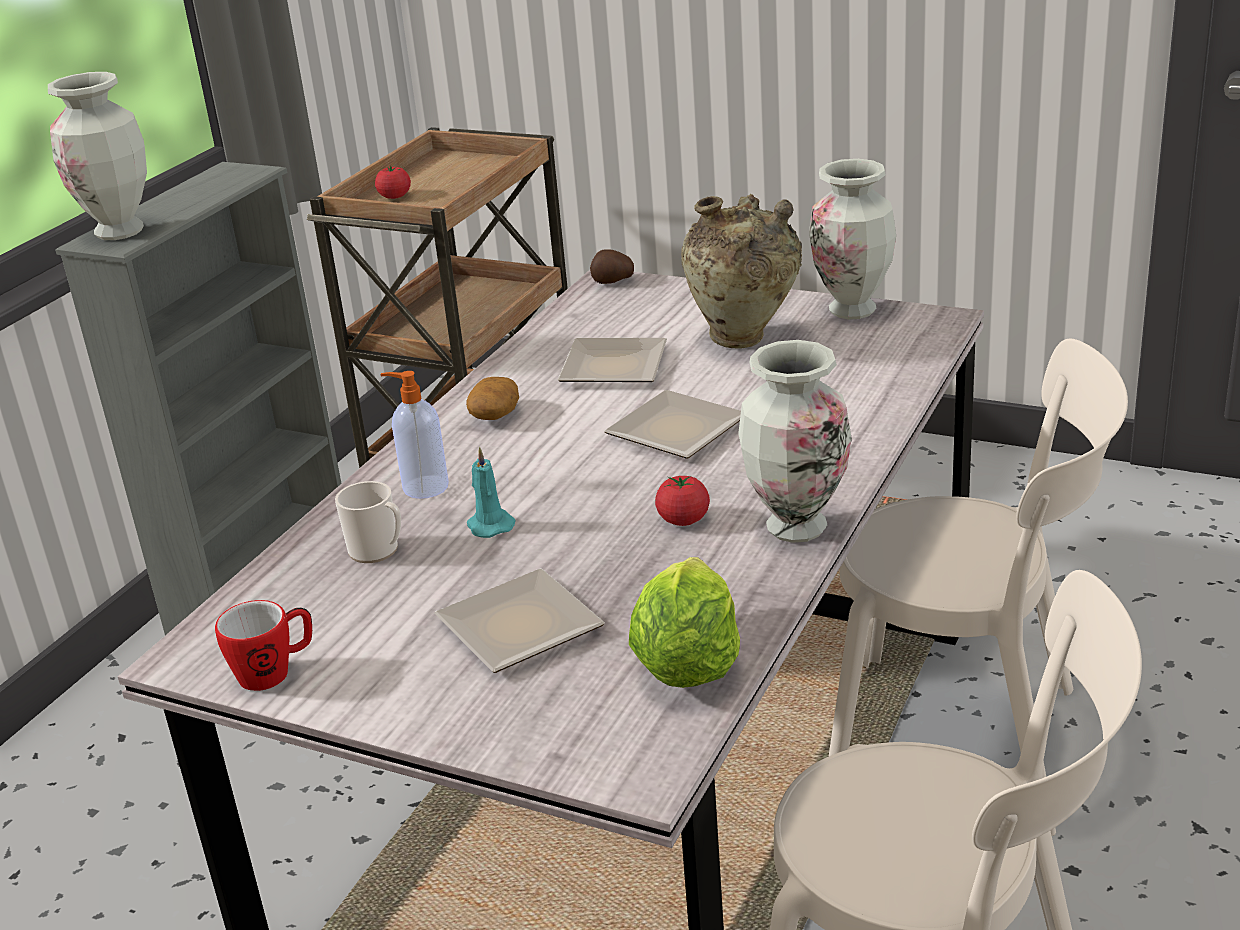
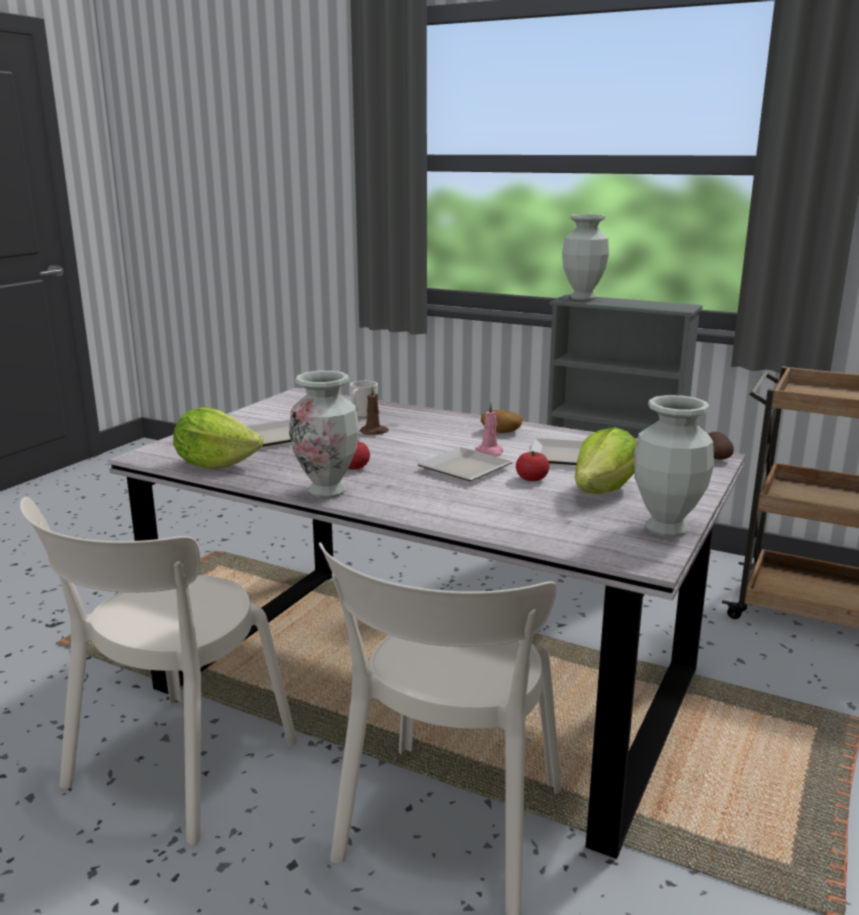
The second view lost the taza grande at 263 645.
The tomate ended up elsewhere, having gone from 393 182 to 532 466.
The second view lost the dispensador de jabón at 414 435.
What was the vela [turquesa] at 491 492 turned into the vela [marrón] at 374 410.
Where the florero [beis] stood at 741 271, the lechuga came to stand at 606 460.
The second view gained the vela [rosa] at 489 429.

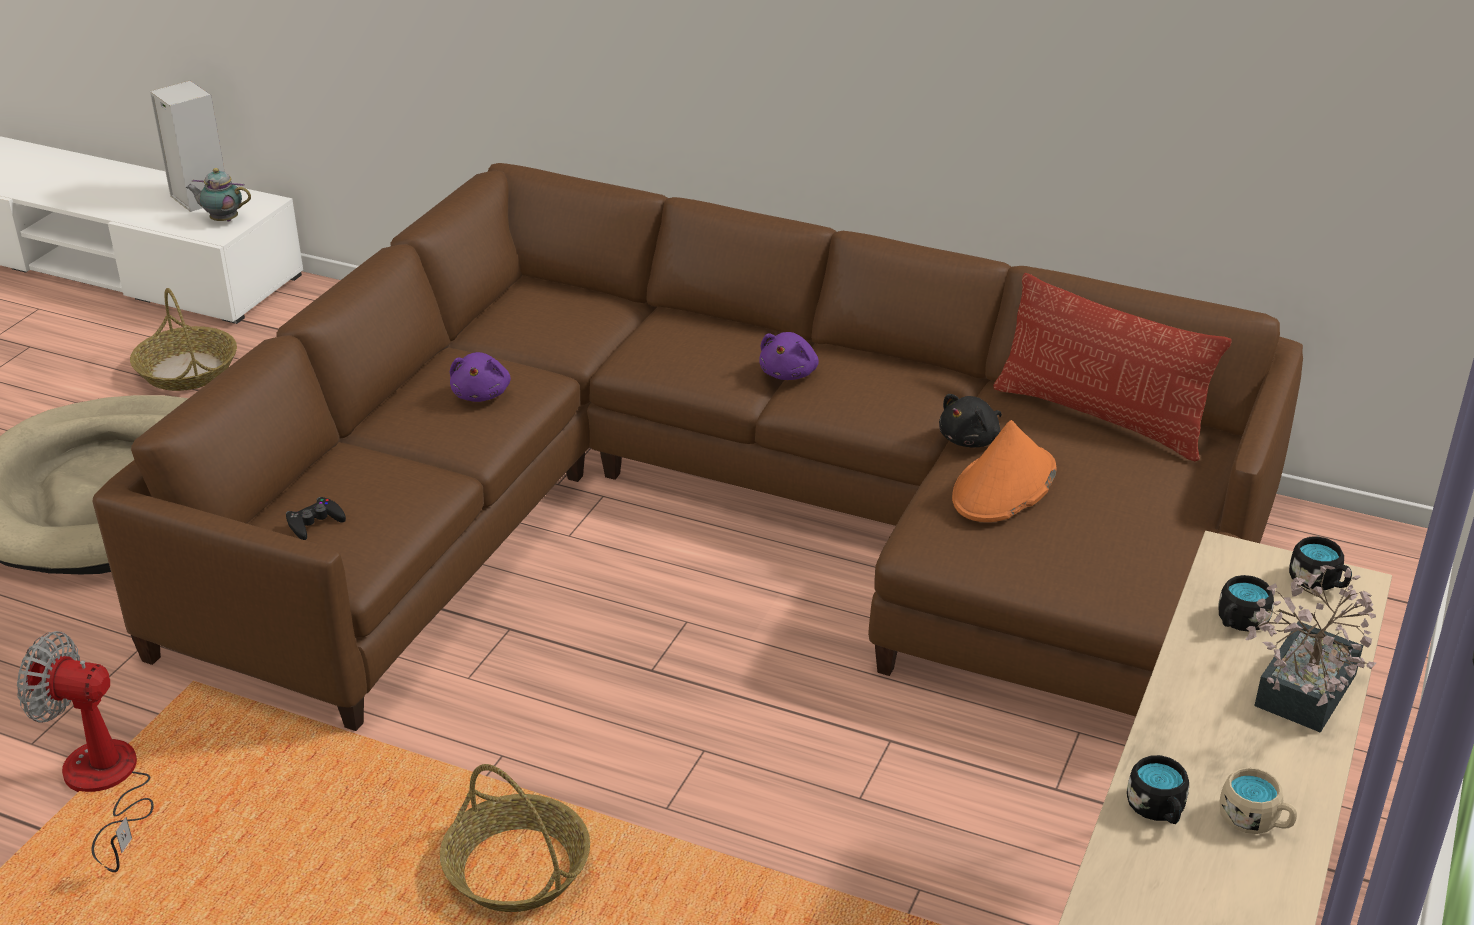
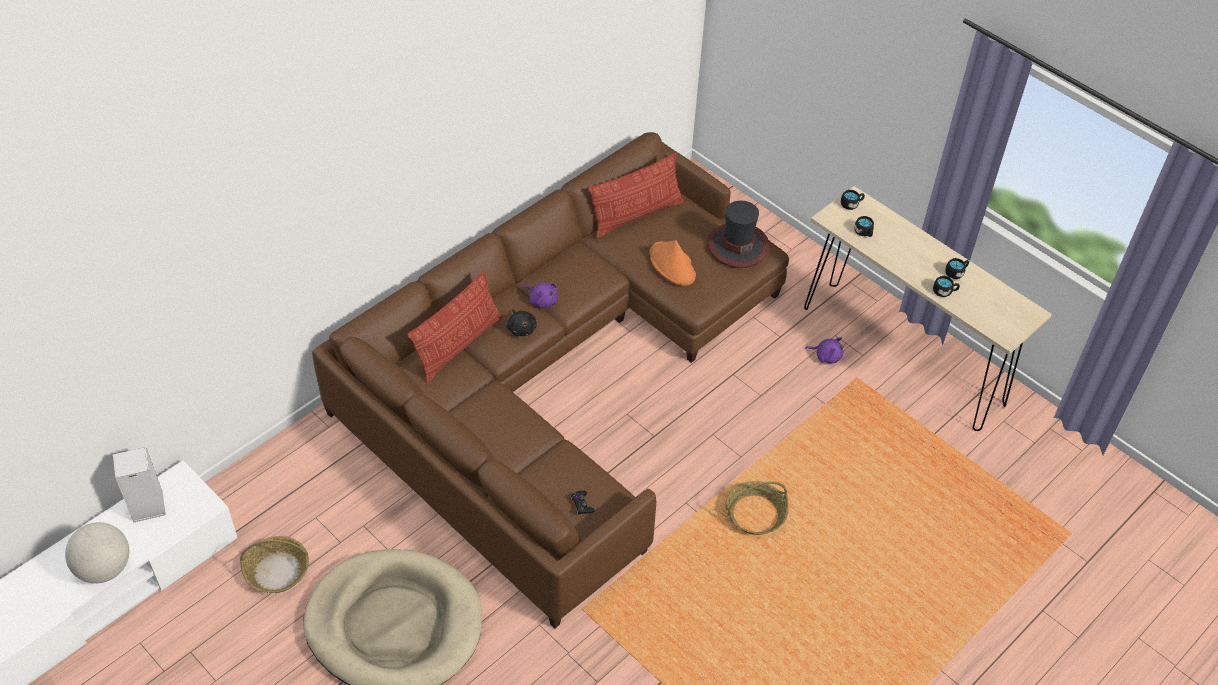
The second view lost the ventilador at 85 751.
The second view lost the tetera at 218 195.
The peluche [morado] ended up elsewhere, having gone from 480 377 to 825 350.
The peluche [negro] ended up elsewhere, having gone from 970 421 to 522 322.
What was the taza grande [beis] at 1258 800 turned into the taza grande [negro] at 957 268.
The second view lost the planta en maceta at 1311 649.
The second view gained the globo terráqueo at 97 552.
The second view gained the cojín at 455 327.
The second view gained the sombrero at 738 234.

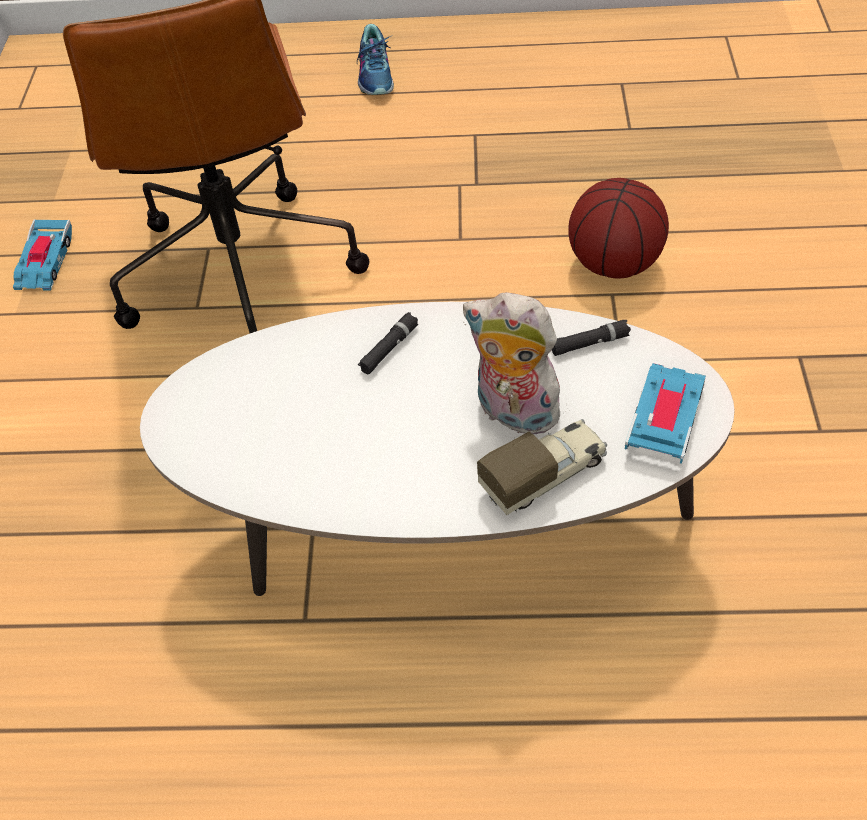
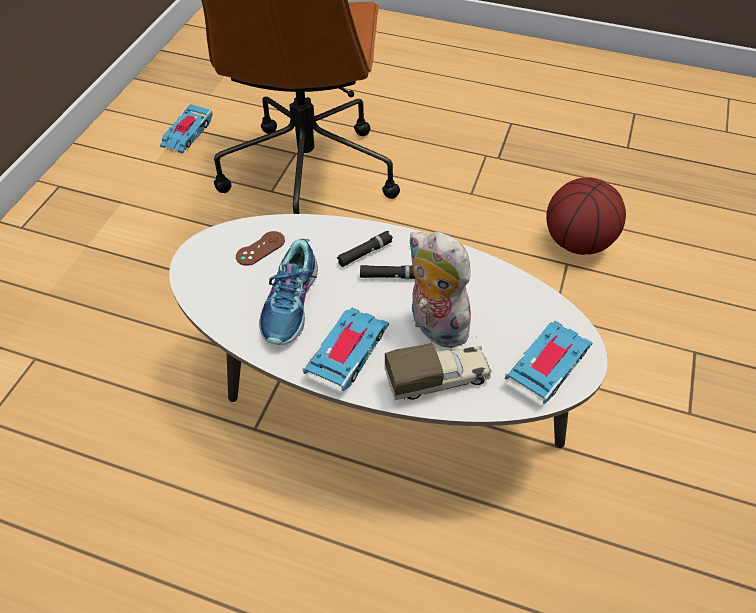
The zapato ended up elsewhere, having gone from 375 59 to 288 291.
The linterna [negro] ended up elsewhere, having gone from 591 338 to 387 272.
The second view gained the mando de consola [marrón] at 260 248.
The second view gained the coche de juguete at 346 349.

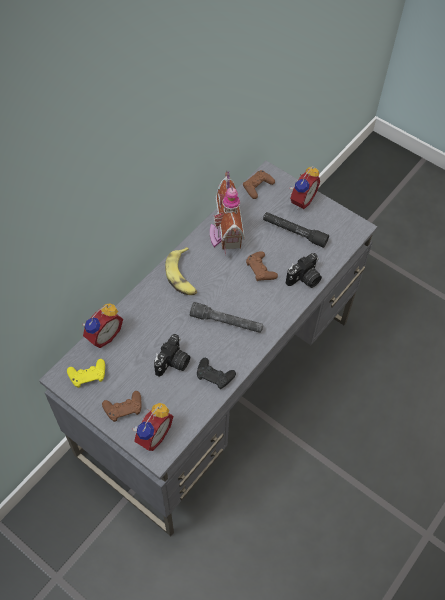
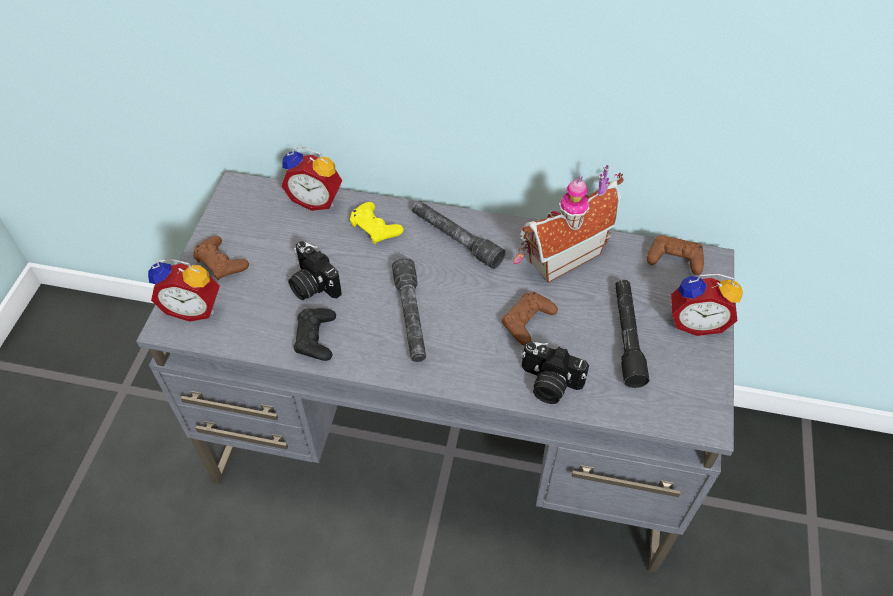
The mando de consola [amarillo] ended up elsewhere, having gone from 86 373 to 377 223.
The cámara at 172 355 ended up facing another way, 45 degrees clockwise from before.
Where the plátano stood at 181 271, the linterna [gris] came to stand at 459 235.

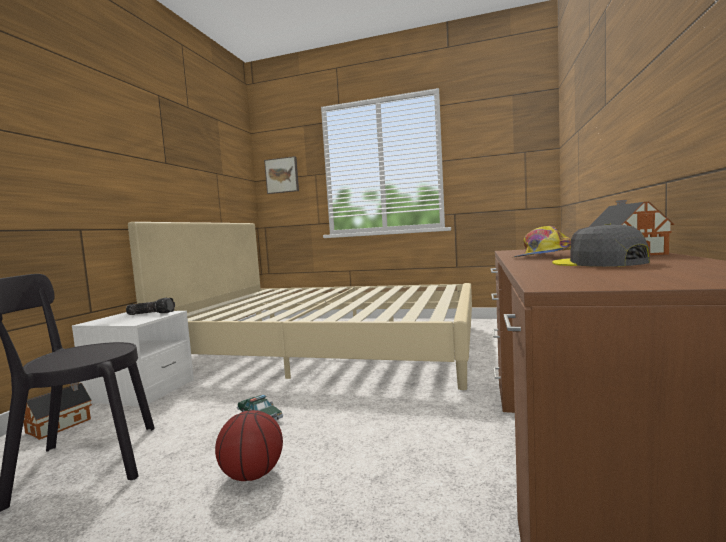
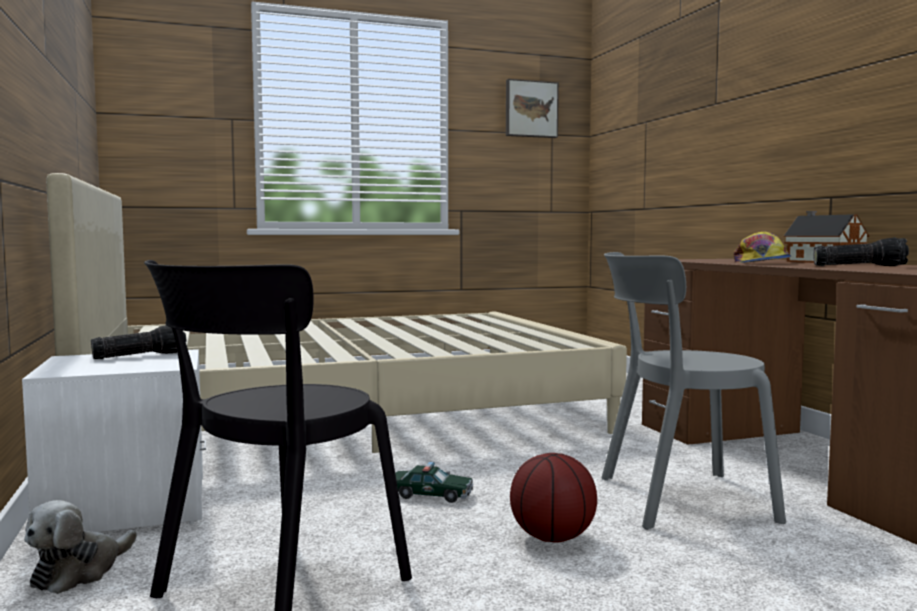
Where the casita stood at 58 411, the peluche came to stand at 80 547.
The cuadro ended up elsewhere, having gone from 281 175 to 532 108.
Where the gorra [gris] stood at 601 245, the linterna came to stand at 861 251.
The second view gained the silla [gris] at 694 390.

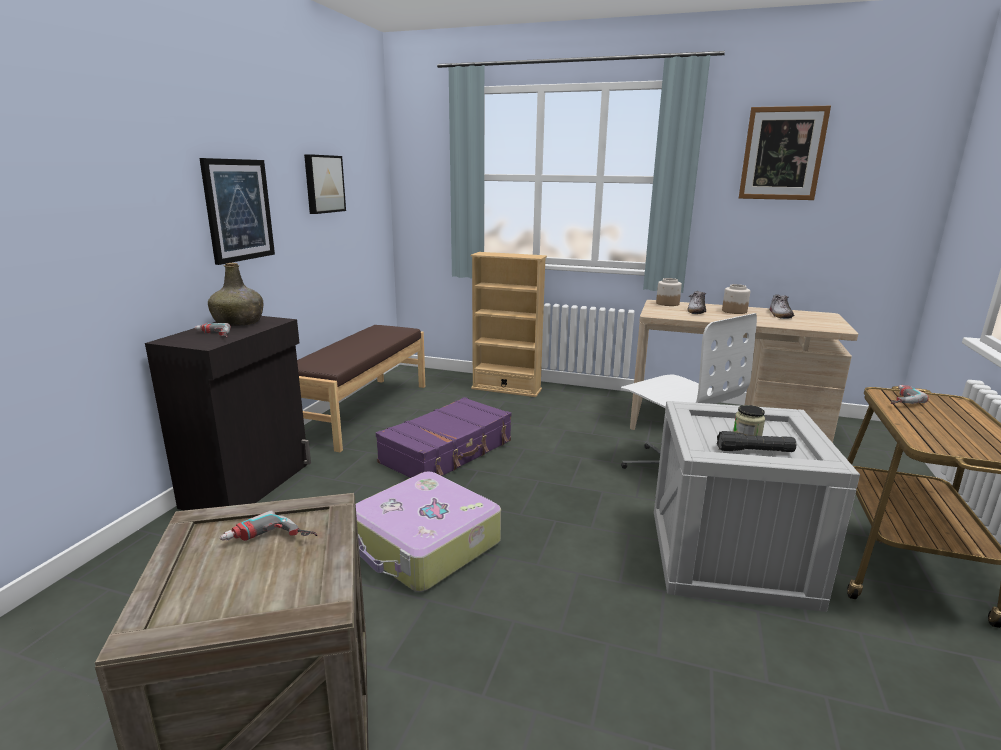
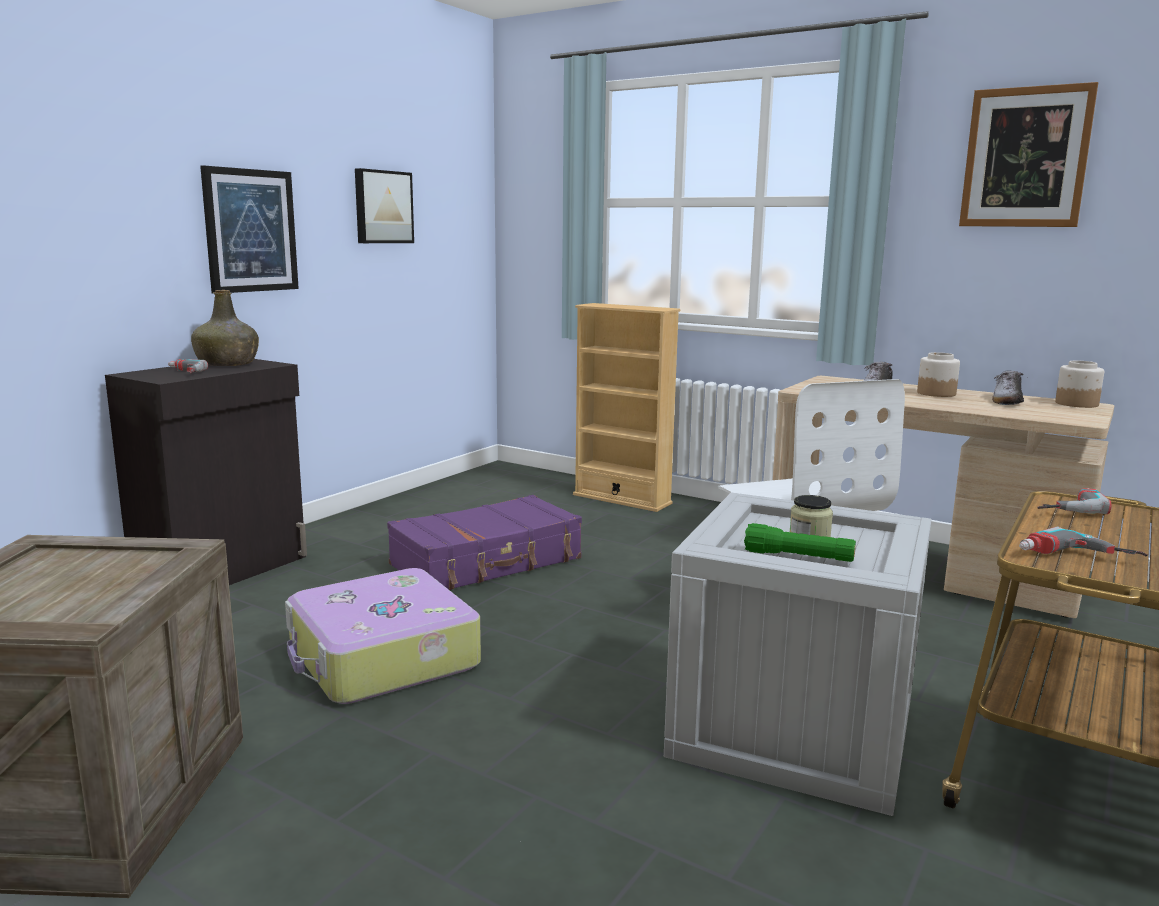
The taladro ended up elsewhere, having gone from 269 526 to 1083 541.
The second view lost the banco [marrón] at 361 388.
The tarro ended up elsewhere, having gone from 669 292 to 1079 384.
What was the linterna [negro] at 756 441 turned into the linterna [verde] at 800 542.

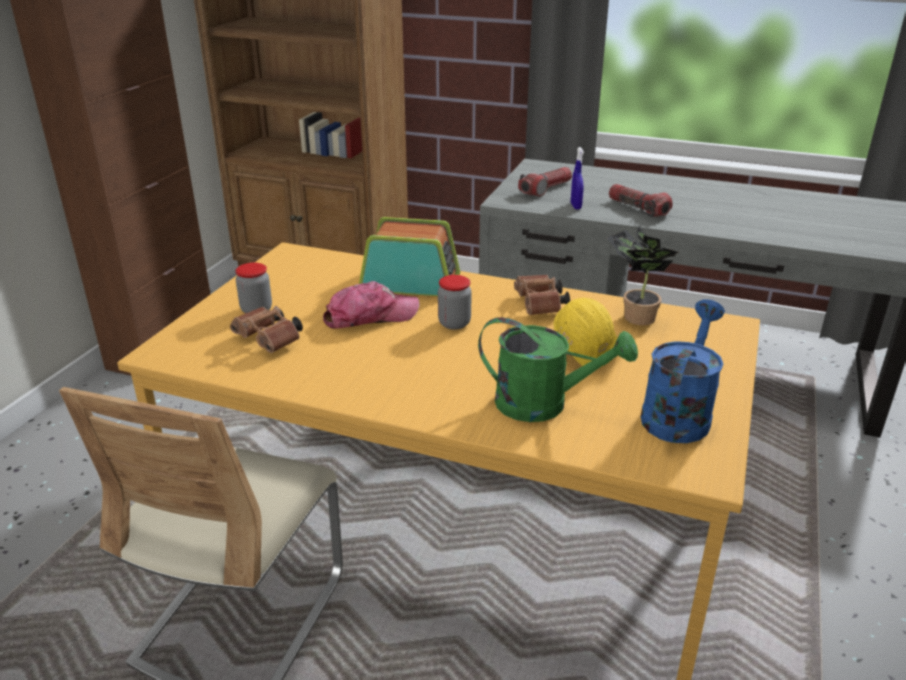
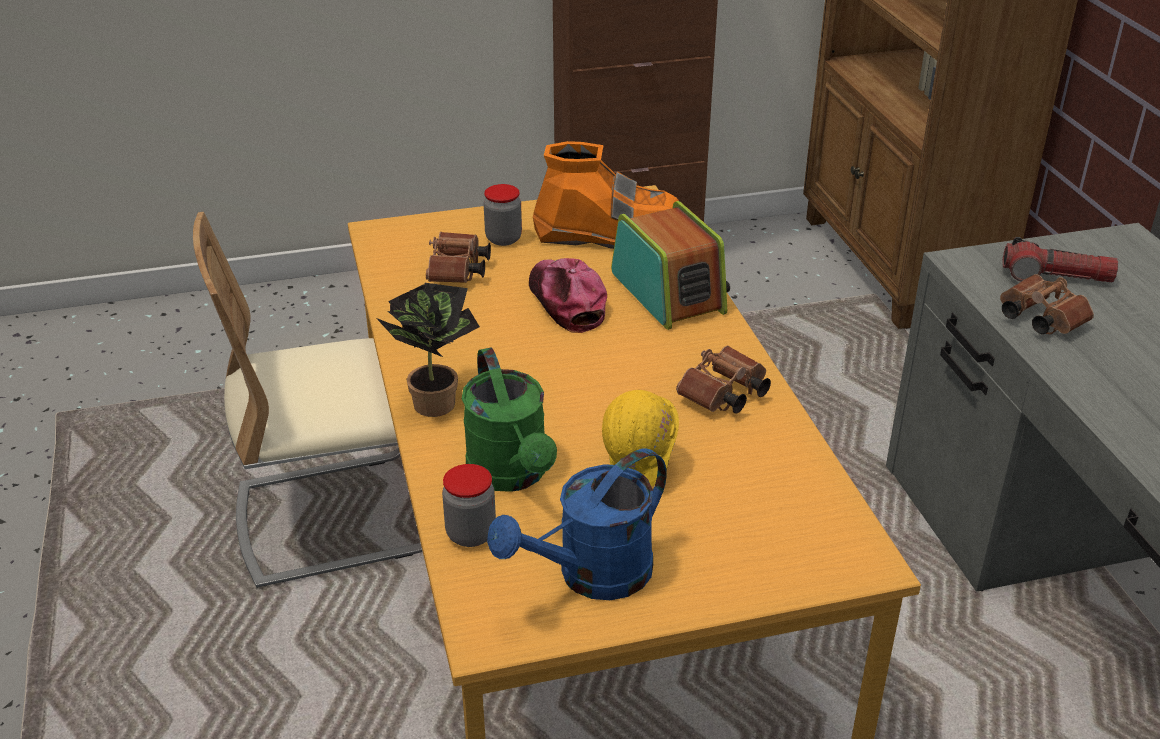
The gorra at 371 305 ended up facing another way, 150 degrees counterclockwise from before.
The tarro ended up elsewhere, having gone from 455 302 to 469 505.
Where the pulverizador [azul] stood at 577 178, the prismáticos [marrón] came to stand at 1047 304.
The planta en maceta ended up elsewhere, having gone from 643 276 to 428 350.
The second view lost the linterna at 641 201.
The regadera [azul] at 683 371 ended up facing another way, 150 degrees clockwise from before.
The second view gained the bota [naranja] at 606 195.

